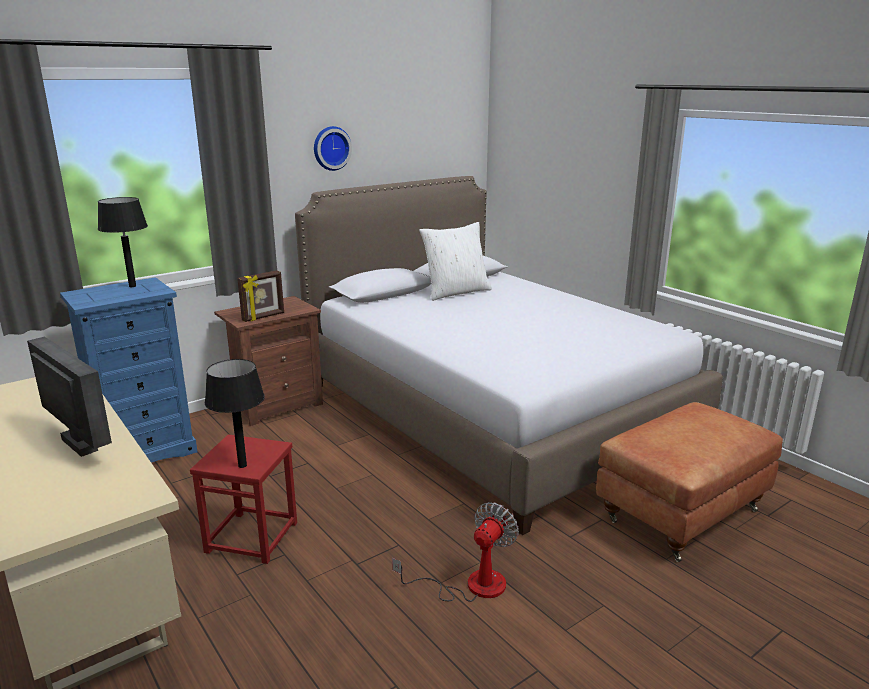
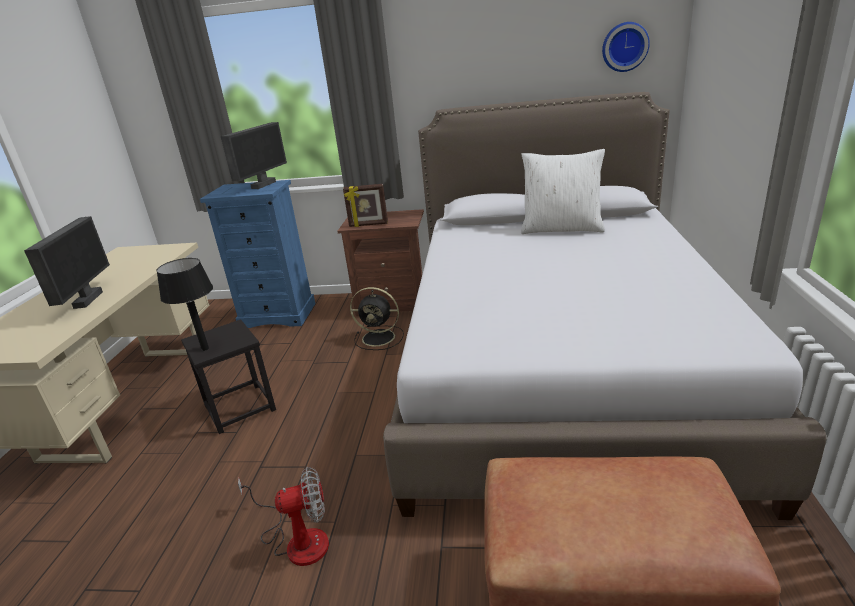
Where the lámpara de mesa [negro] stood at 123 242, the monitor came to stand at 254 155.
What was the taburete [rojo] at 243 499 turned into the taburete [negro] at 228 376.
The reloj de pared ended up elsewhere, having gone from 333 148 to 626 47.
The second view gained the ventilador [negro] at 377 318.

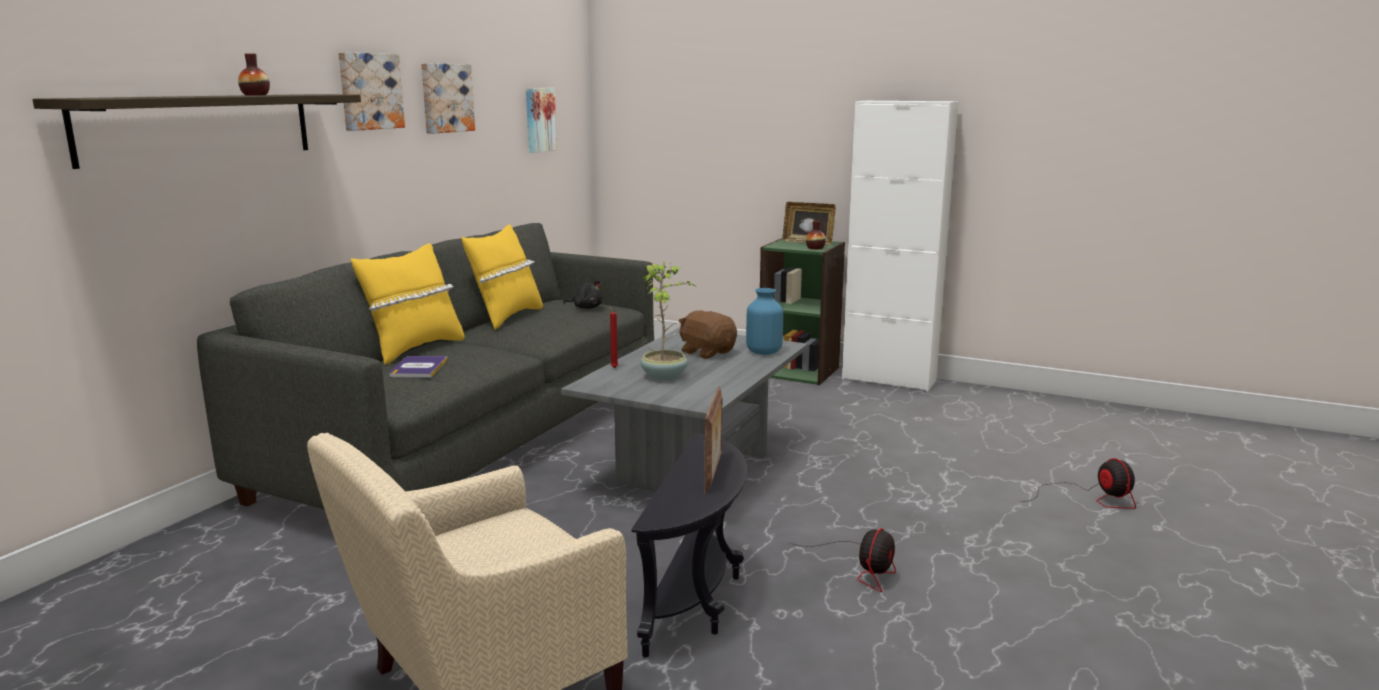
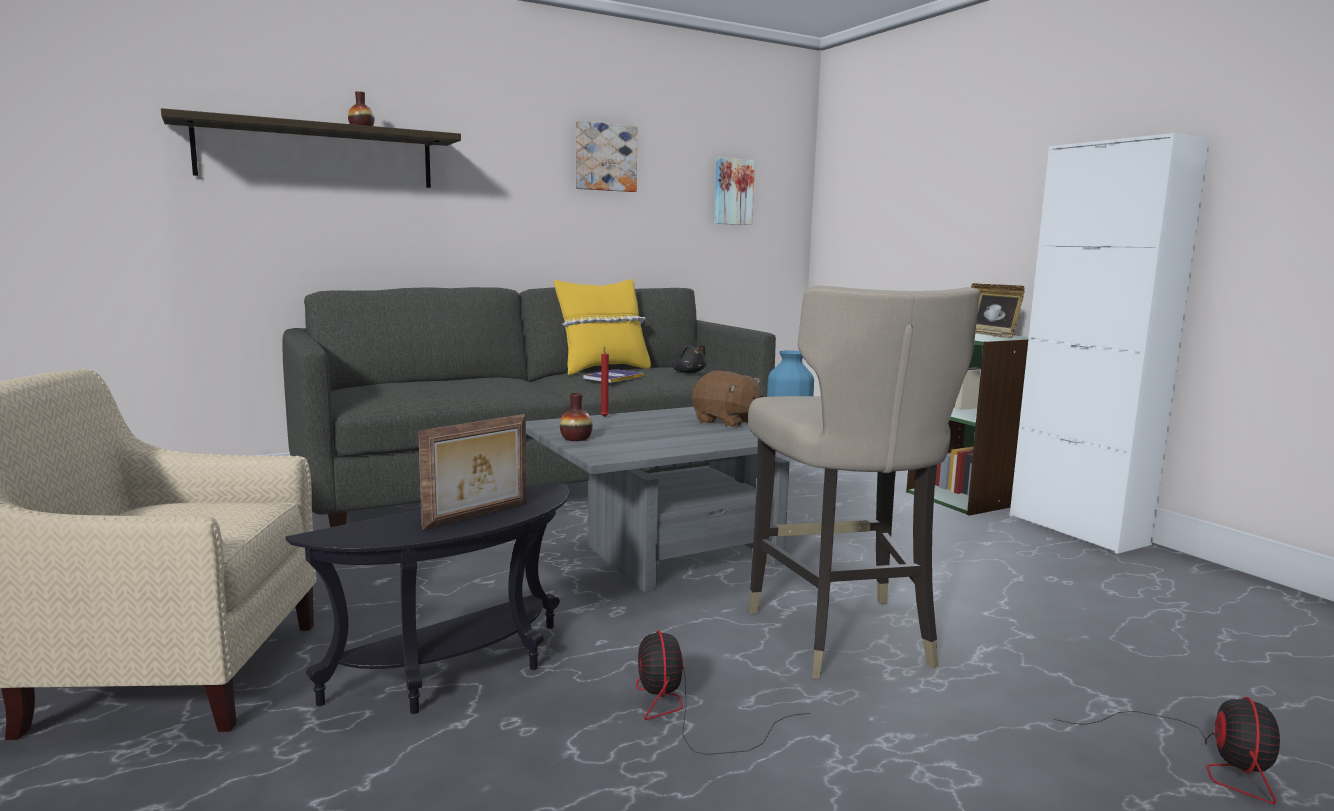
The second view lost the cuadro at 371 91.
The second view lost the cojín [amarillo] at 408 304.
The libro ended up elsewhere, having gone from 418 367 to 613 376.
The second view lost the planta en maceta at 668 321.
The peluche [marrón] at 708 335 ended up facing another way, 135 degrees clockwise from before.
The ventilador at 843 560 ended up facing another way, 105 degrees clockwise from before.
The florero ended up elsewhere, having gone from 816 234 to 576 417.
The second view gained the taburete [beis] at 864 482.

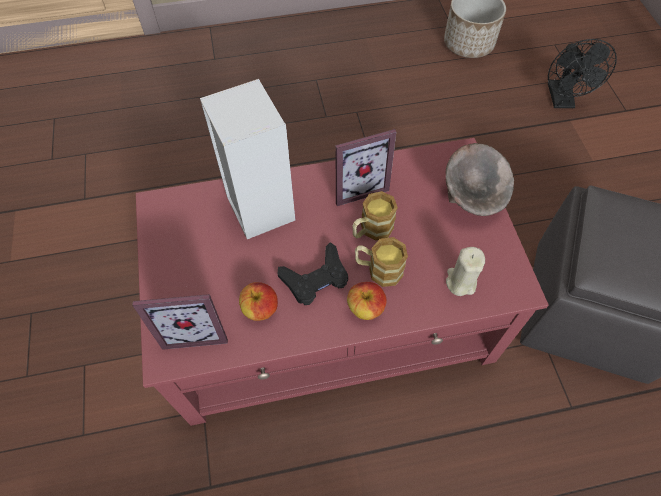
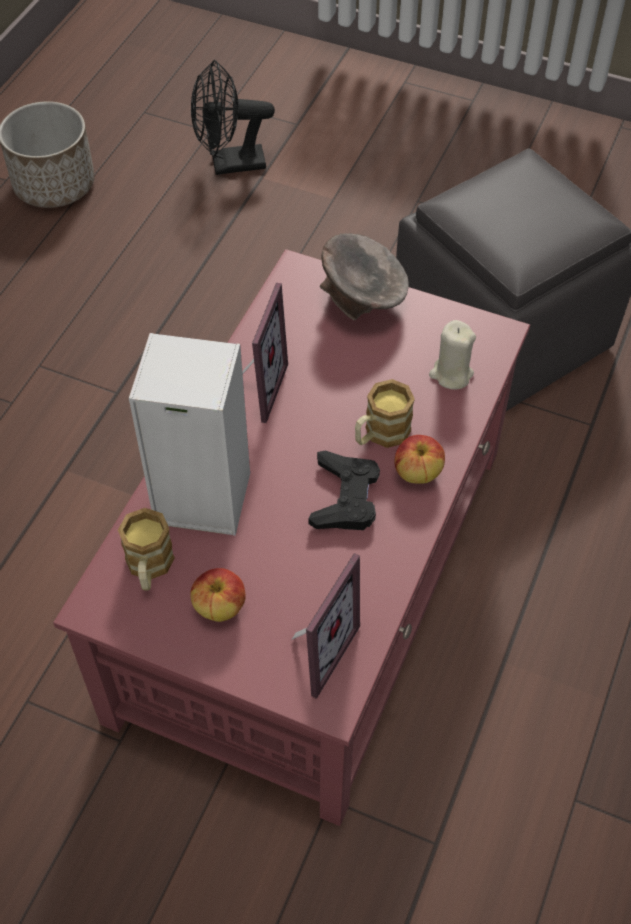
The manzana ended up elsewhere, having gone from 258 301 to 218 595.
The taza grande ended up elsewhere, having gone from 375 216 to 146 549.
The ventilador [negro] at 582 73 ended up facing another way, 135 degrees clockwise from before.

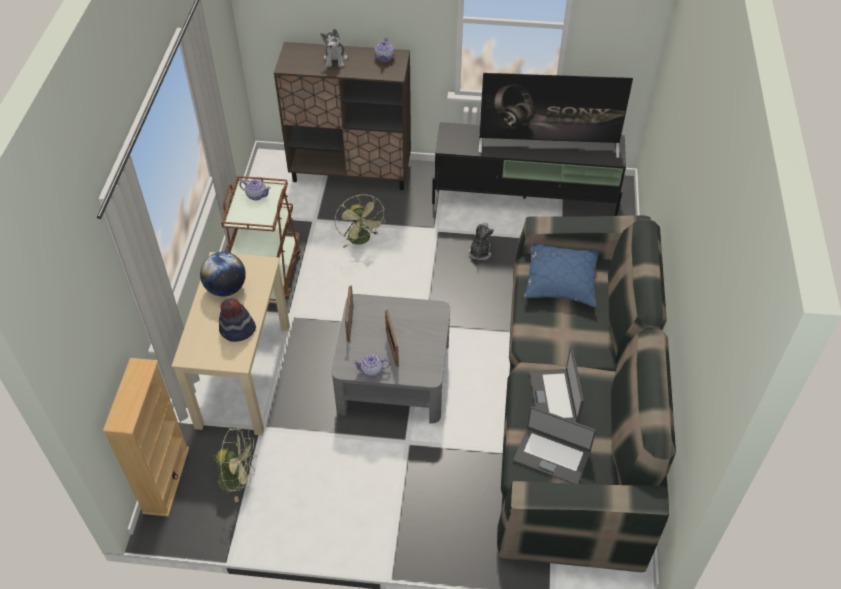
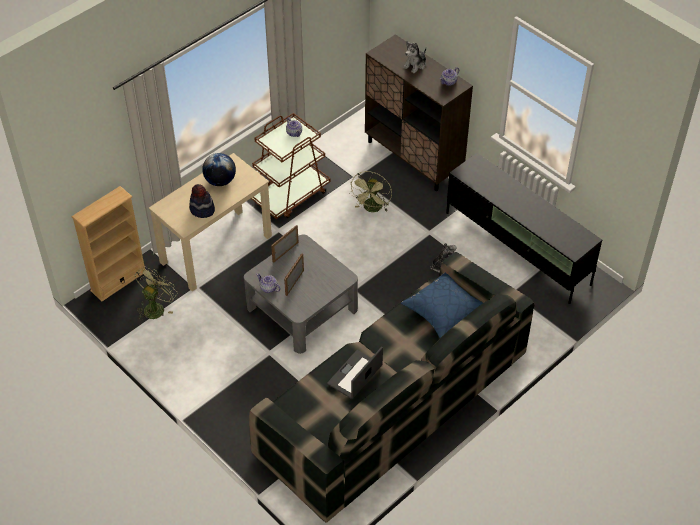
The ventilador [verde] at 234 464 ended up facing another way, 105 degrees counterclockwise from before.
The second view lost the televisor at 556 115.
The second view lost the portátil at 554 445.

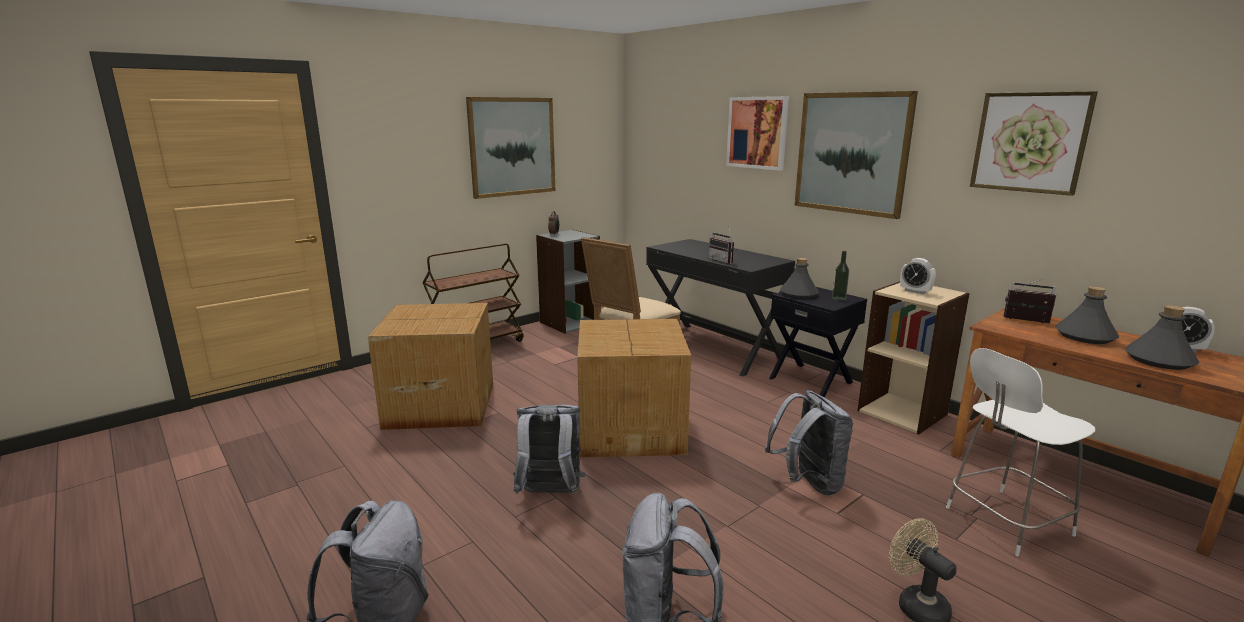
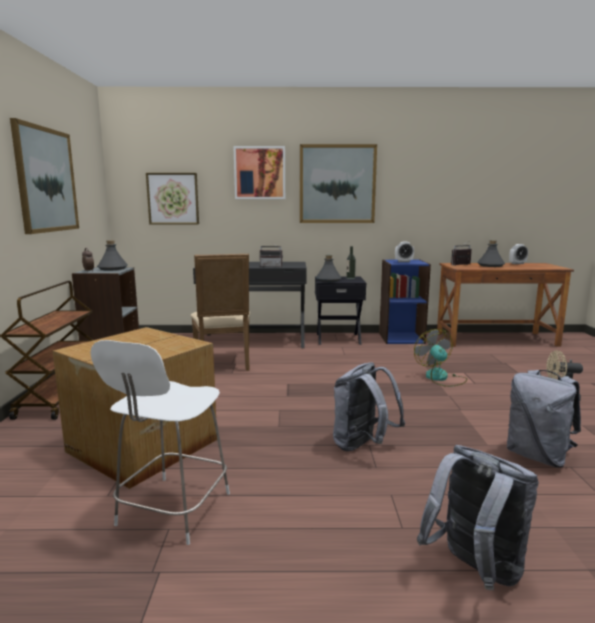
The second view lost the caja de cartón at 634 388.
Where the mochila [gris] stood at 809 443, the ventilador came to stand at 440 358.
What was the estantería [beis] at 914 357 turned into the estantería [azul] at 405 301.
The silla [blanco] ended up elsewhere, having gone from 1020 452 to 160 442.
The cuadro ended up elsewhere, having gone from 1034 143 to 172 198.
The botella [gris] ended up elsewhere, having gone from 1162 337 to 112 255.

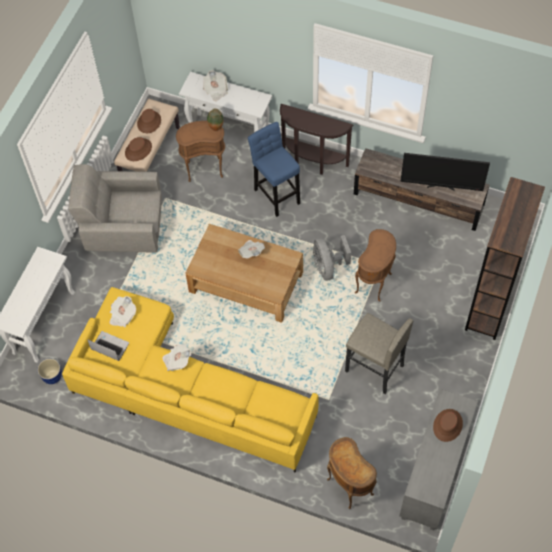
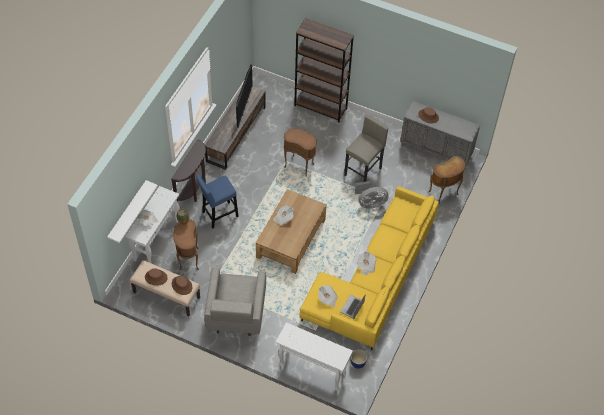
The ventilador [gris] ended up elsewhere, having gone from 332 258 to 372 195.
The second view gained the estante [blanco] at 132 211.

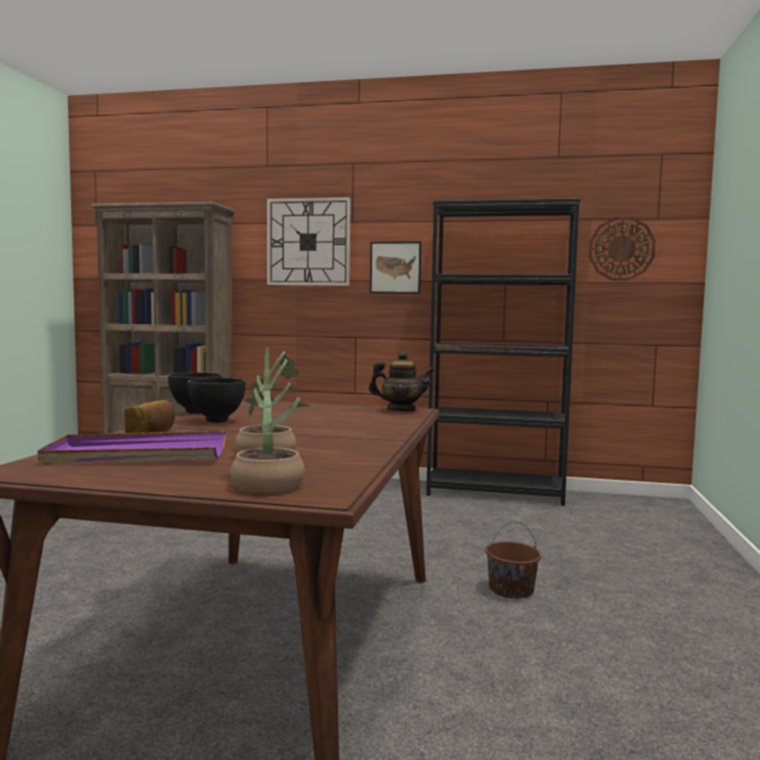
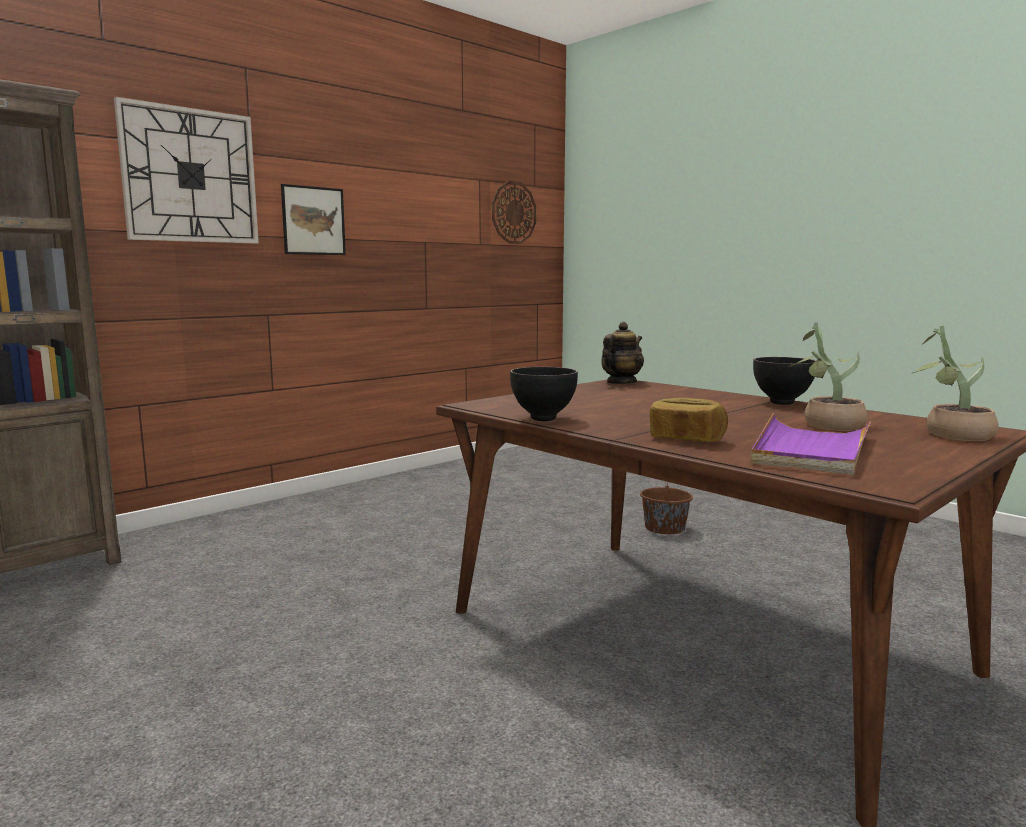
The cuenco [negro] ended up elsewhere, having gone from 216 400 to 784 381.
The second view lost the estantería [negro] at 503 352.

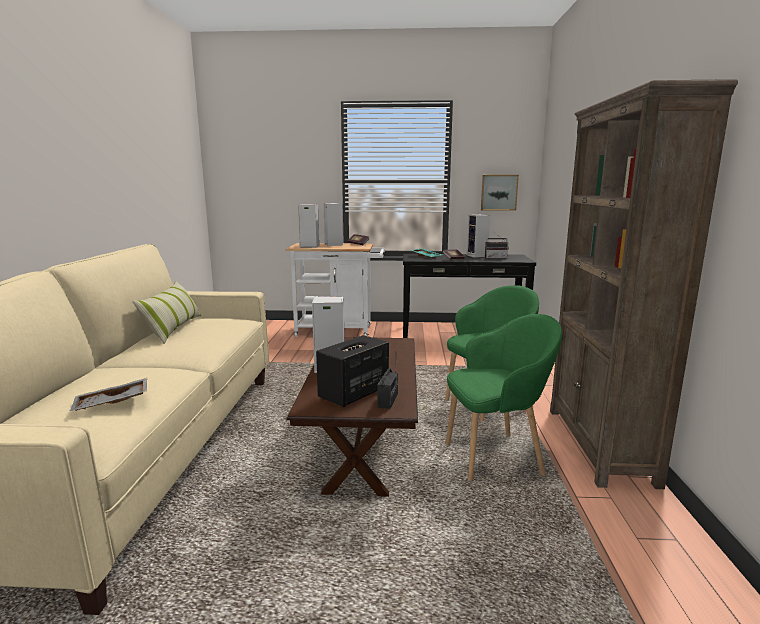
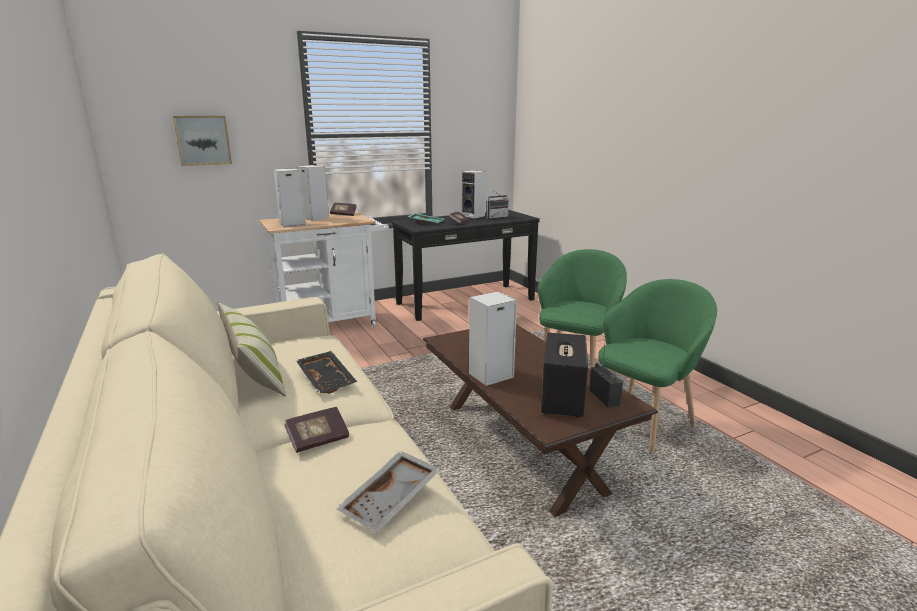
The cuadro ended up elsewhere, having gone from 500 193 to 202 141.
The second view lost the estantería [marrón] at 644 284.
The second view gained the libro at 316 430.
The second view gained the bandeja [negro] at 326 372.

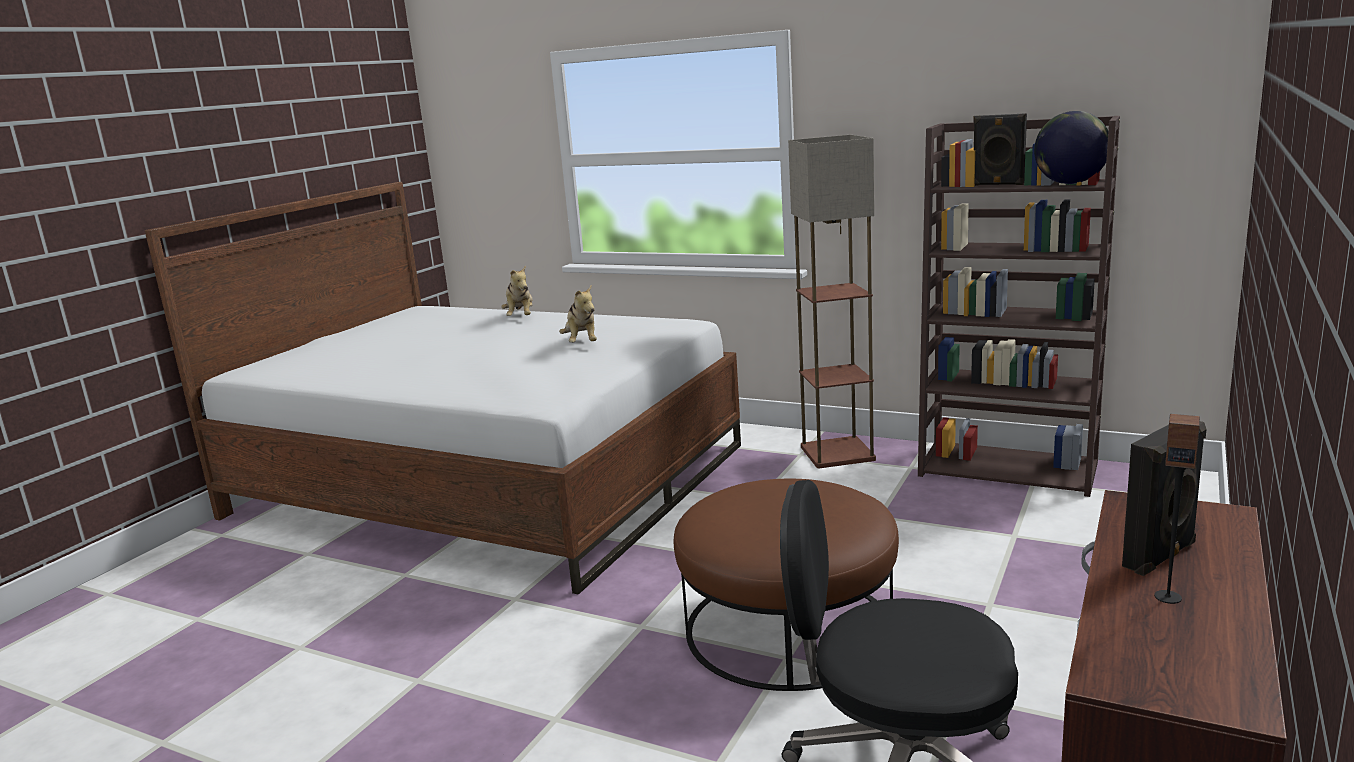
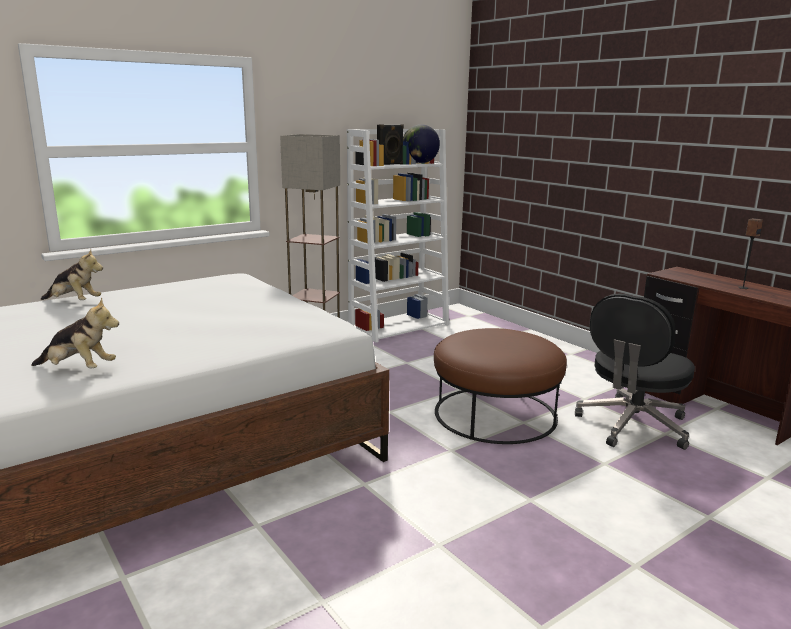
The peluche ended up elsewhere, having gone from 578 314 to 75 333.
What was the estantería [marrón] at 1019 306 turned into the estantería [blanco] at 398 235.
The second view lost the altavoz [negro] at 1164 498.

